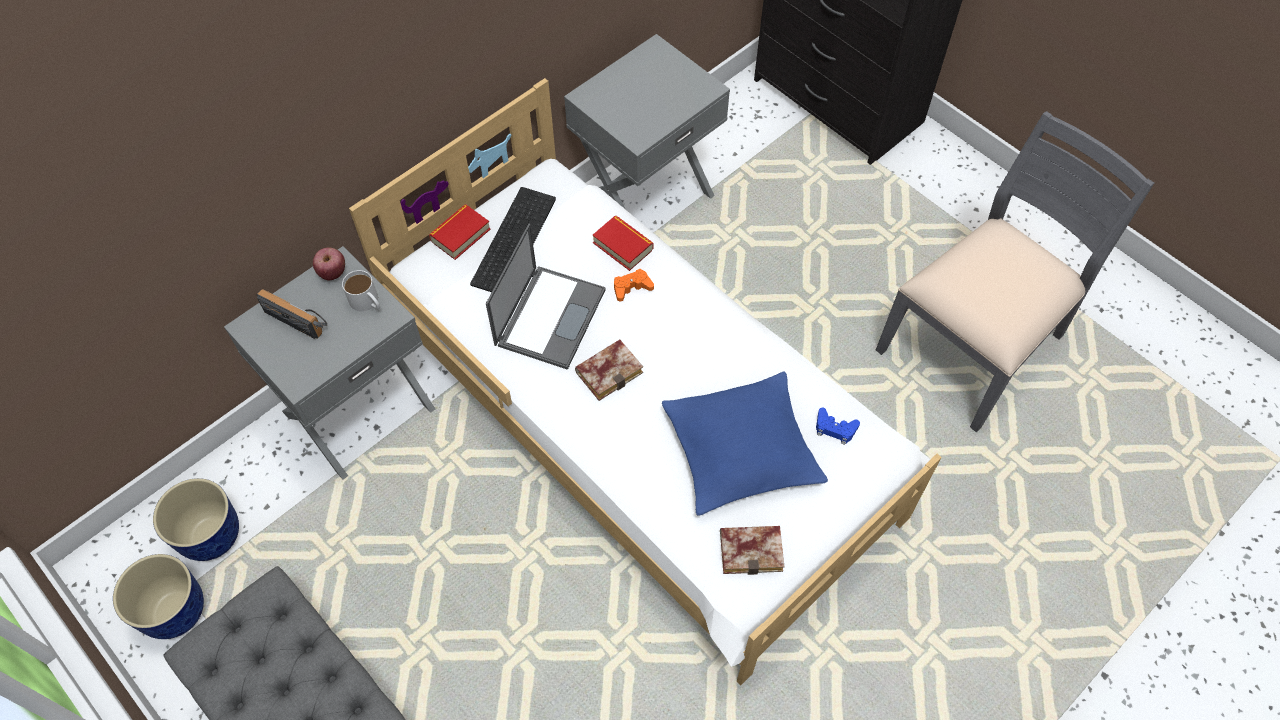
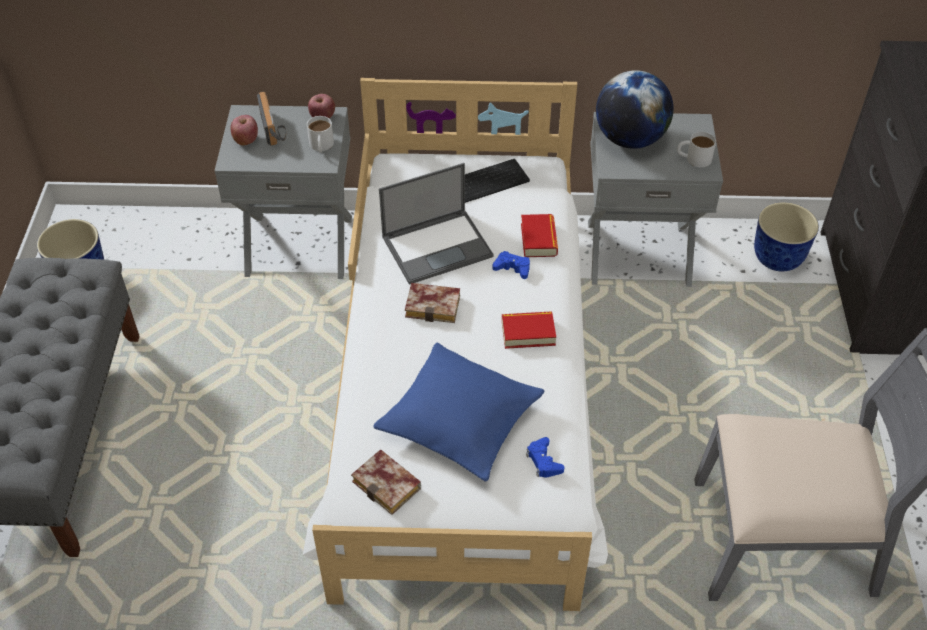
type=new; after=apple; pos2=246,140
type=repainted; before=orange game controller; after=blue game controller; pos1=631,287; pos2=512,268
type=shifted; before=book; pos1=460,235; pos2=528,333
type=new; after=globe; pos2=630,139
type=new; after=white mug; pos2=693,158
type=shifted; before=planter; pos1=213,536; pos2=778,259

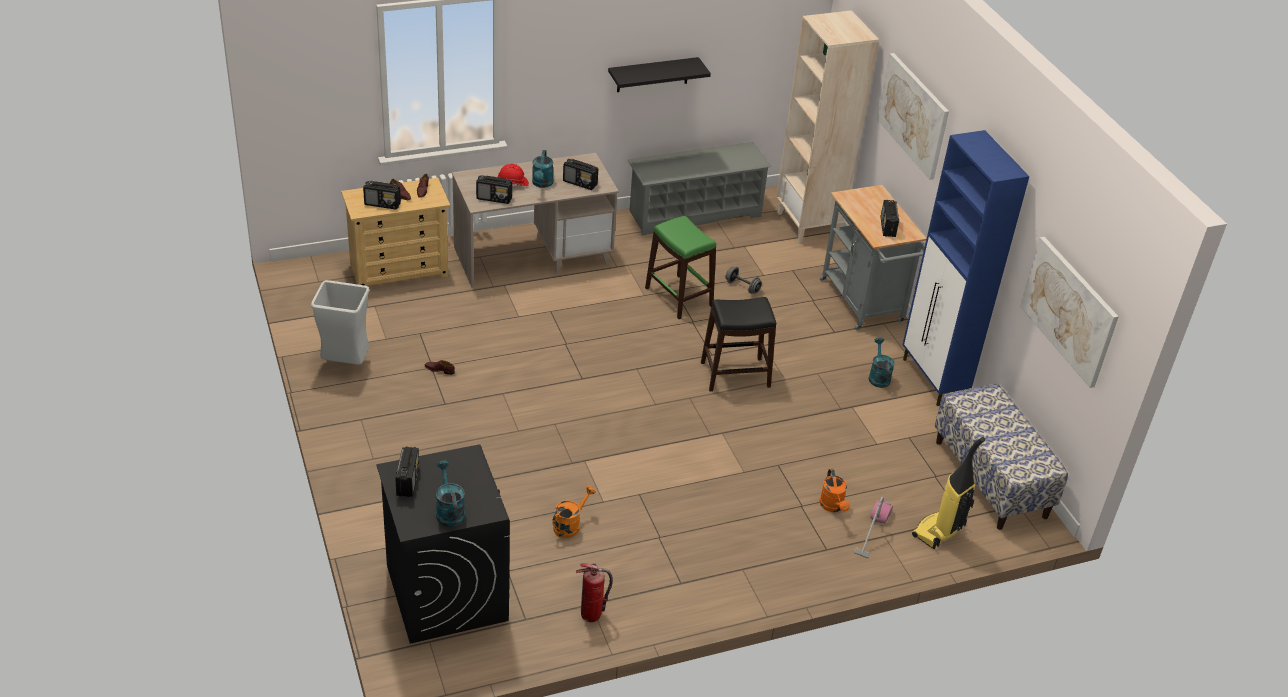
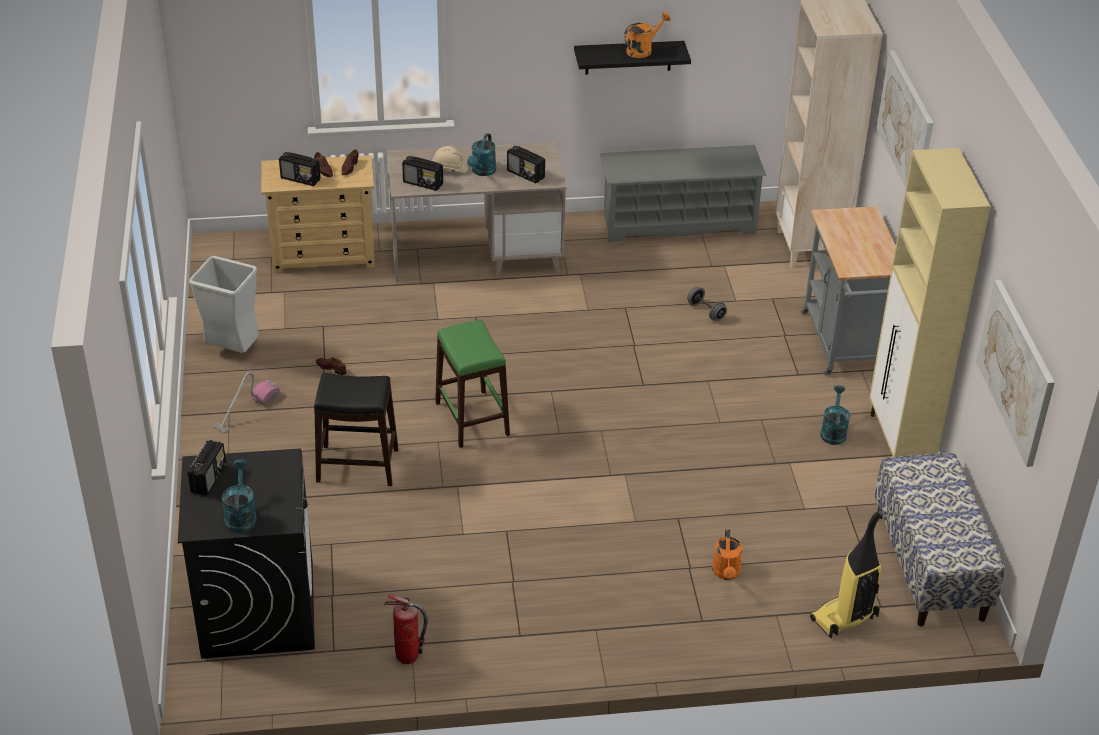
type=shifted; before=vacuum cleaner; pos1=872,531; pos2=246,410
type=shifted; before=black stool; pos1=735,375; pos2=358,466
type=repainted; before=red hard hat; after=beige hard hat; pos1=513,183; pos2=450,168
type=shifted; before=green stool; pos1=678,297; pos2=471,419
type=shifted; before=orange watering can; pos1=570,525; pos2=643,50
type=repainted; before=blue cabinet; after=beige cabinet; pos1=933,380; pos2=899,443
type=gone; before=radio; pos1=887,227

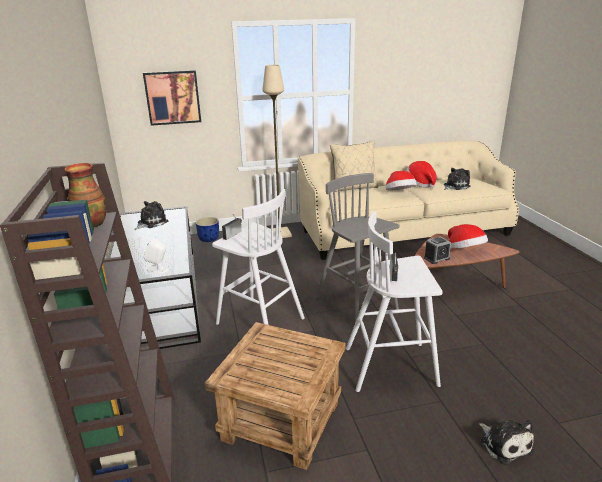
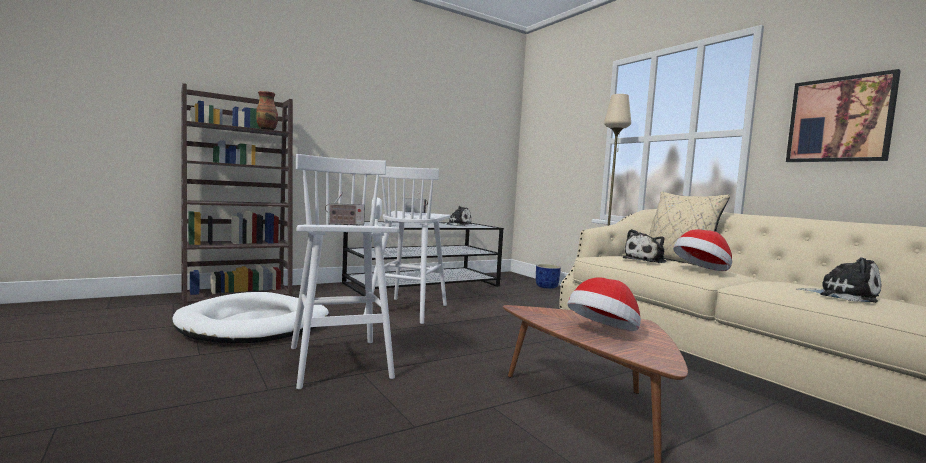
type=swapped; before=brown side table; after=white dog bed; pos1=281,419; pos2=256,324
type=shifted; before=plush toy; pos1=504,444; pos2=646,260
type=shifted; before=picture; pos1=173,97; pos2=839,120
type=gone; before=grey stool; pos1=357,304
type=gone; before=hat; pos1=420,184
type=gone; before=alarm clock; pos1=436,258

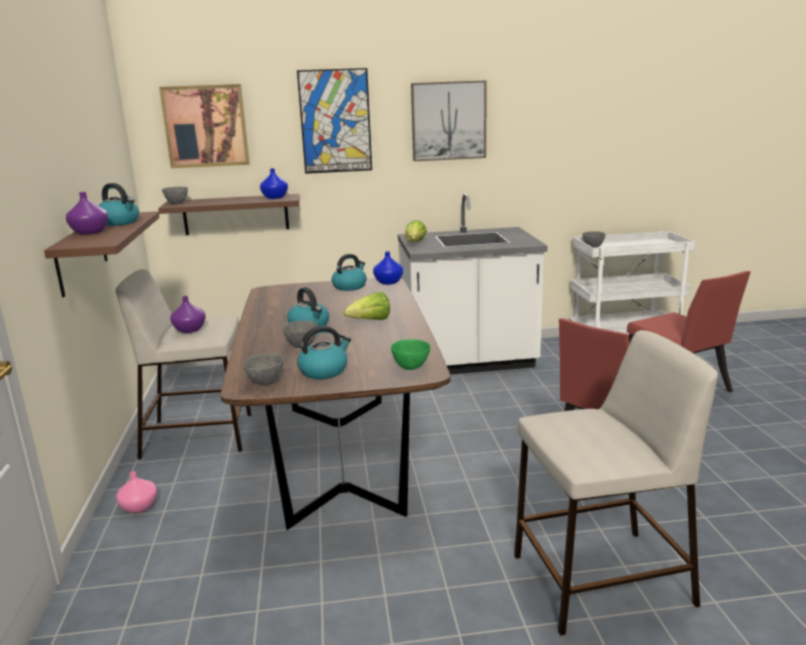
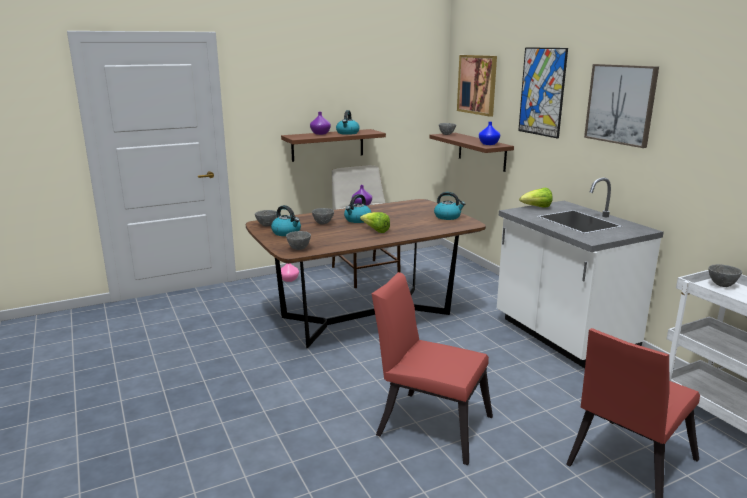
type=repainted; before=green bowl; after=grey bowl; pos1=411,367; pos2=299,249
type=gone; before=blue vase; pos1=388,282
type=gone; before=beige stool; pos1=600,580

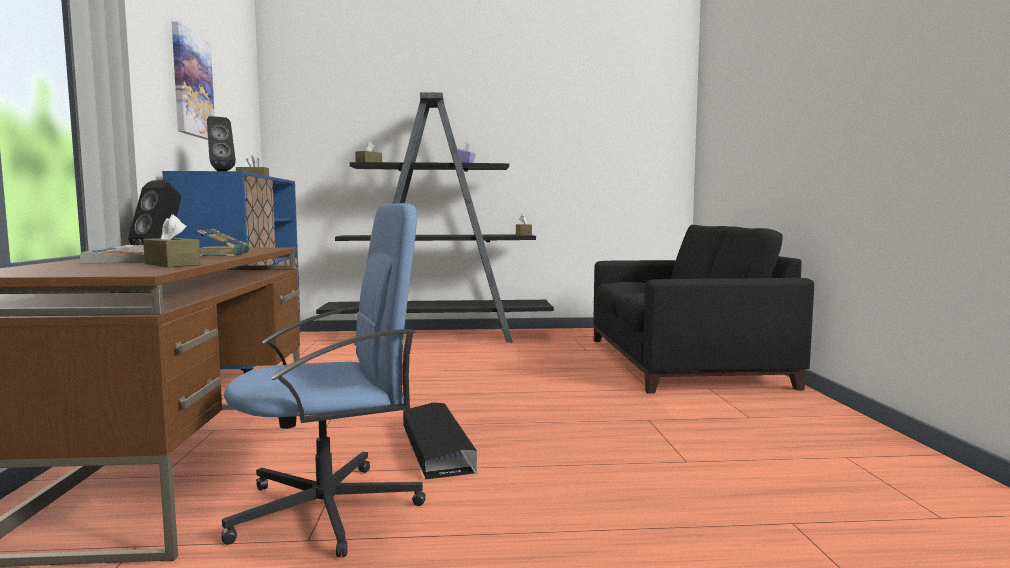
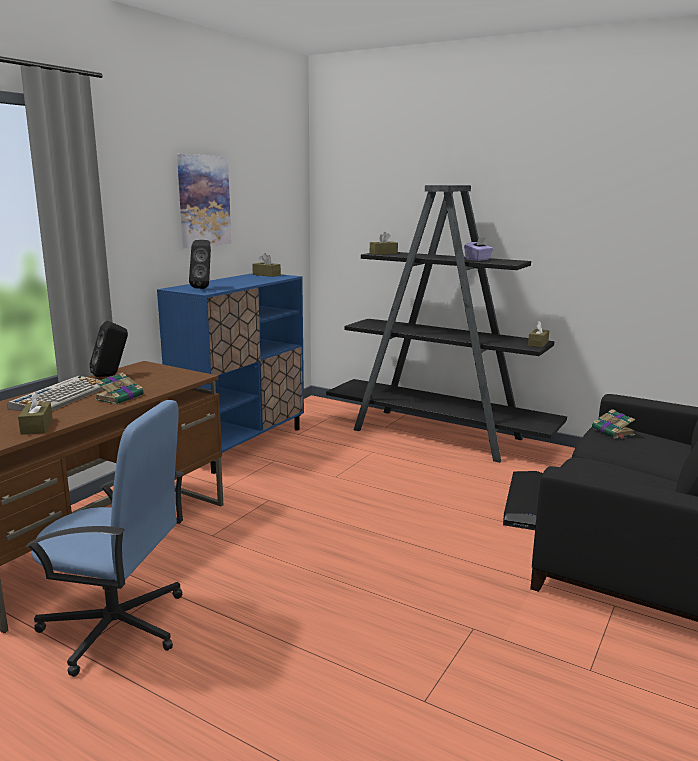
type=shifted; before=black storage box; pos1=436,447; pos2=524,504
type=new; after=book; pos2=613,432

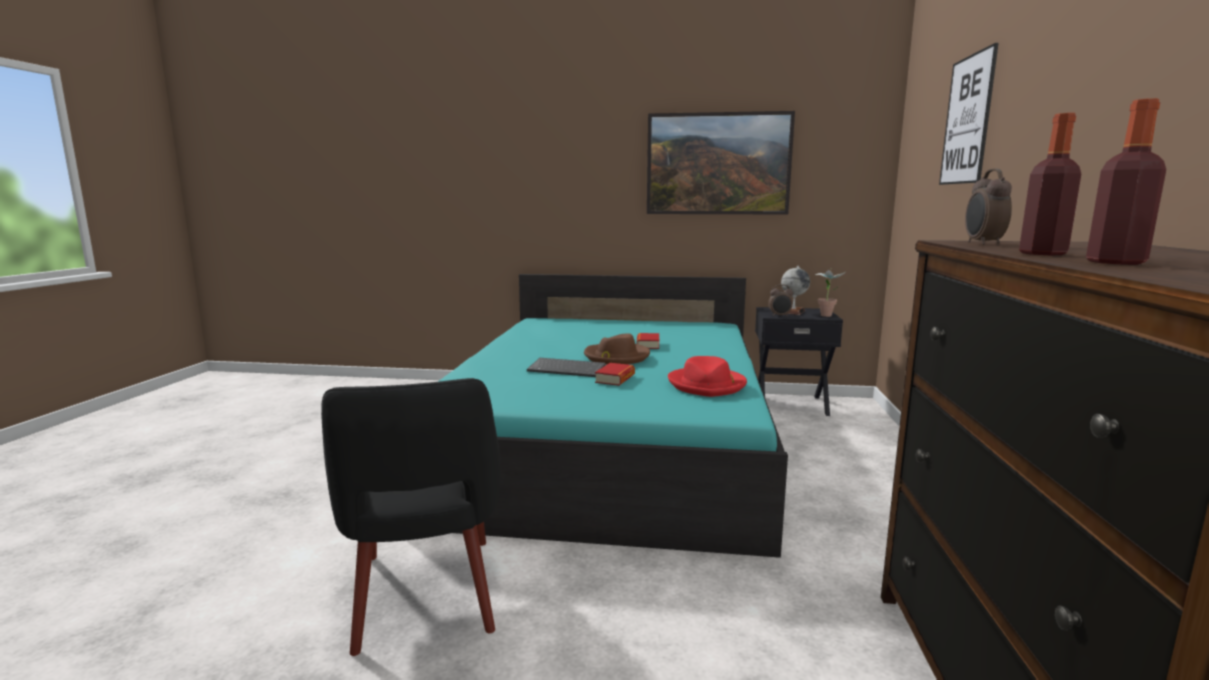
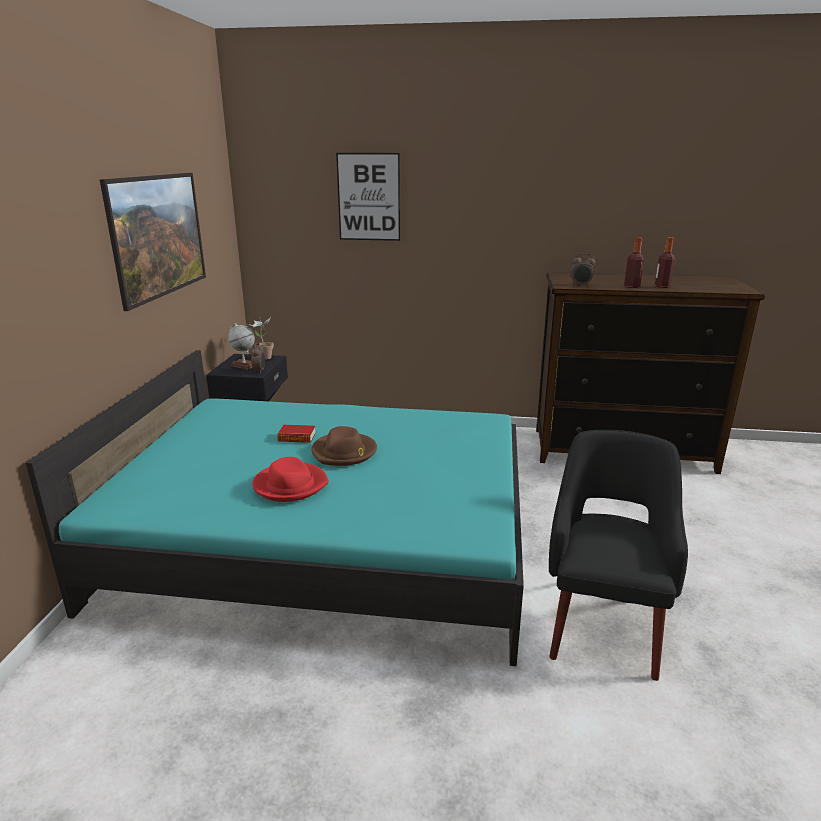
type=shifted; before=red hat; pos1=707,385; pos2=290,485
type=rotated; before=black armchair; pos1=425,595; pos2=603,621; turn=-60
type=gone; before=keyboard; pos1=567,369
type=gone; before=book; pos1=615,379

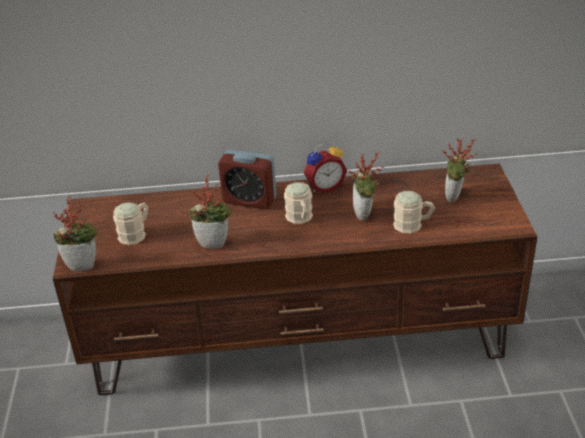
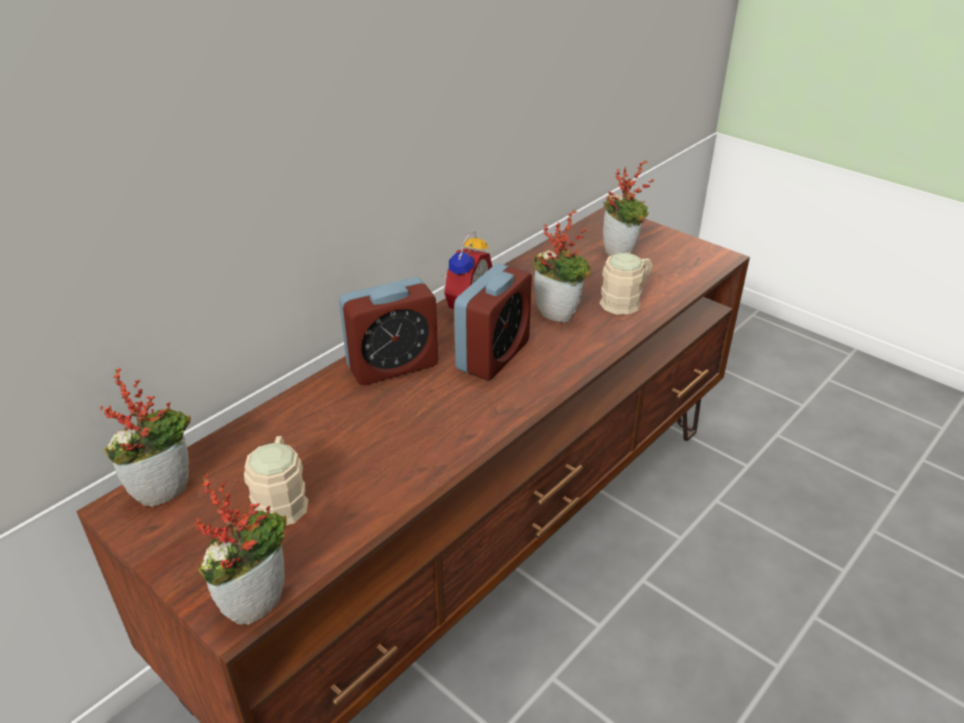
type=shifted; before=potted plant; pos1=214,243; pos2=165,489
type=swapped; before=beige mug; after=alarm clock; pos1=300,218; pos2=493,355

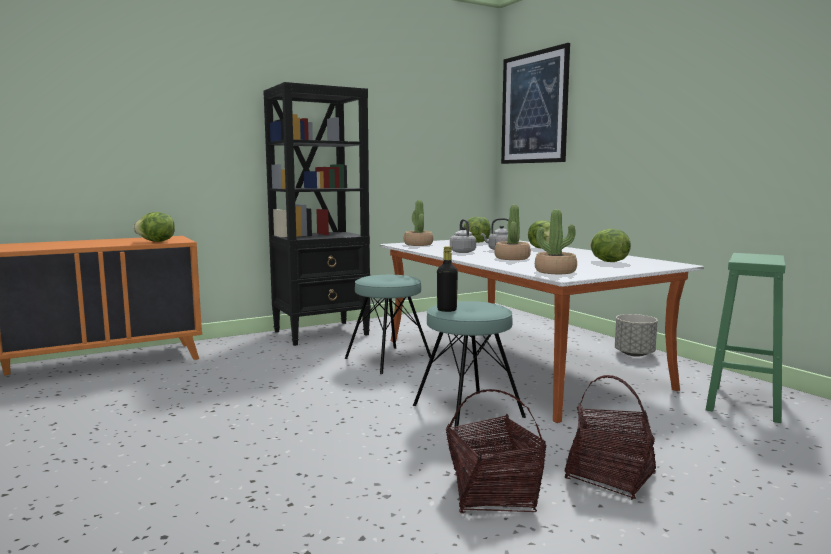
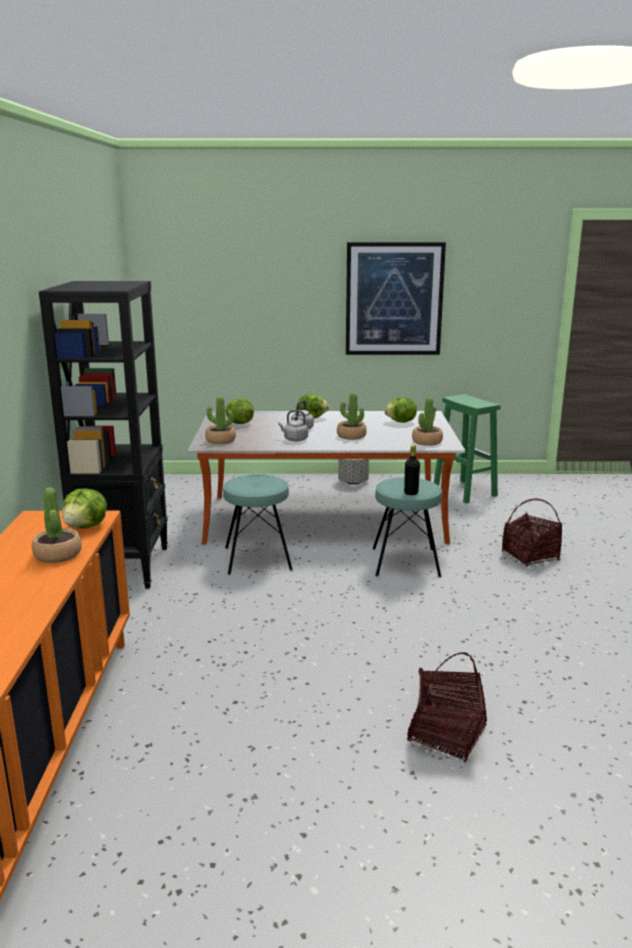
type=new; after=potted plant; pos2=58,554
type=shifted; before=picture; pos1=534,108; pos2=394,299
type=shifted; before=basket; pos1=492,494; pos2=446,734

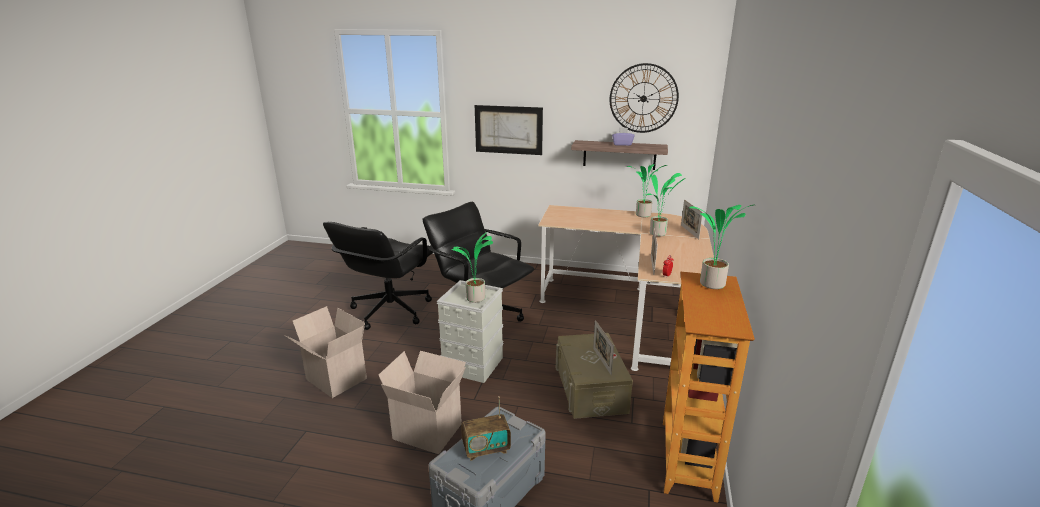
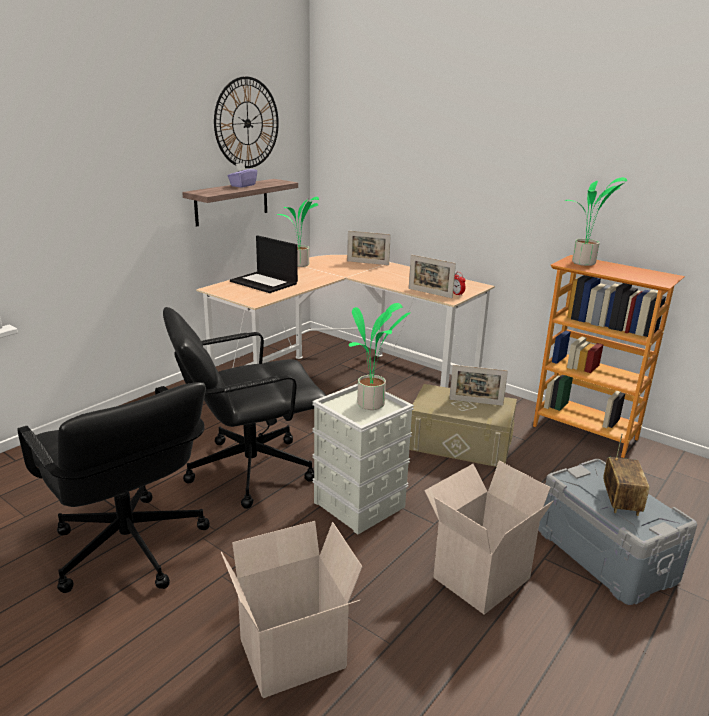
type=new; after=laptop; pos2=265,282
type=gone; before=picture; pos1=508,130
type=gone; before=potted plant; pos1=659,234

